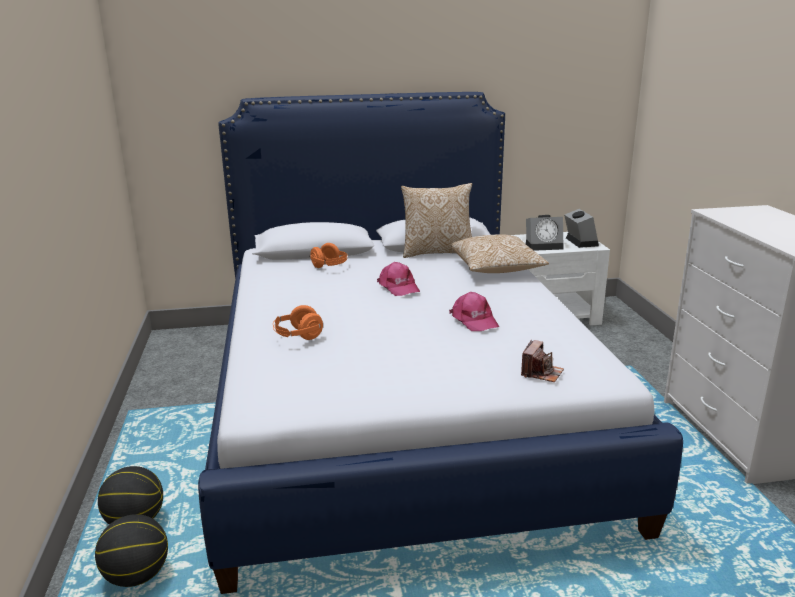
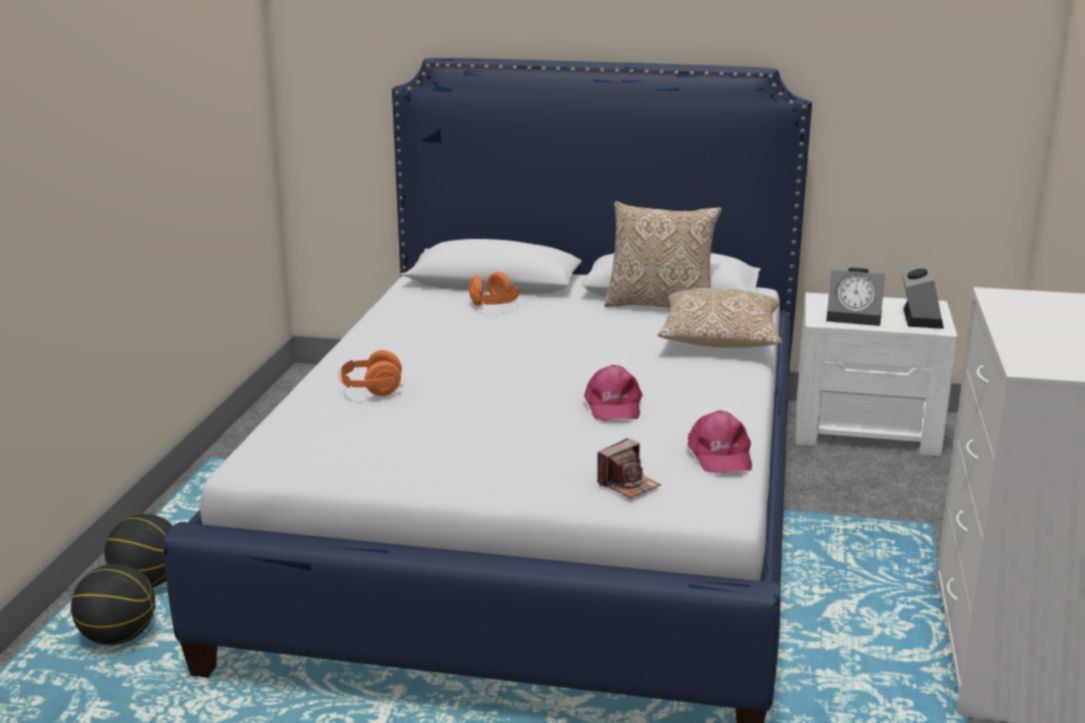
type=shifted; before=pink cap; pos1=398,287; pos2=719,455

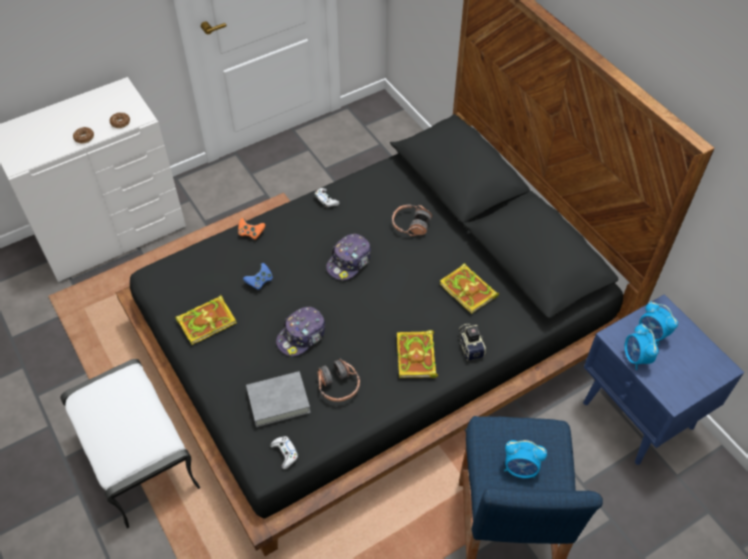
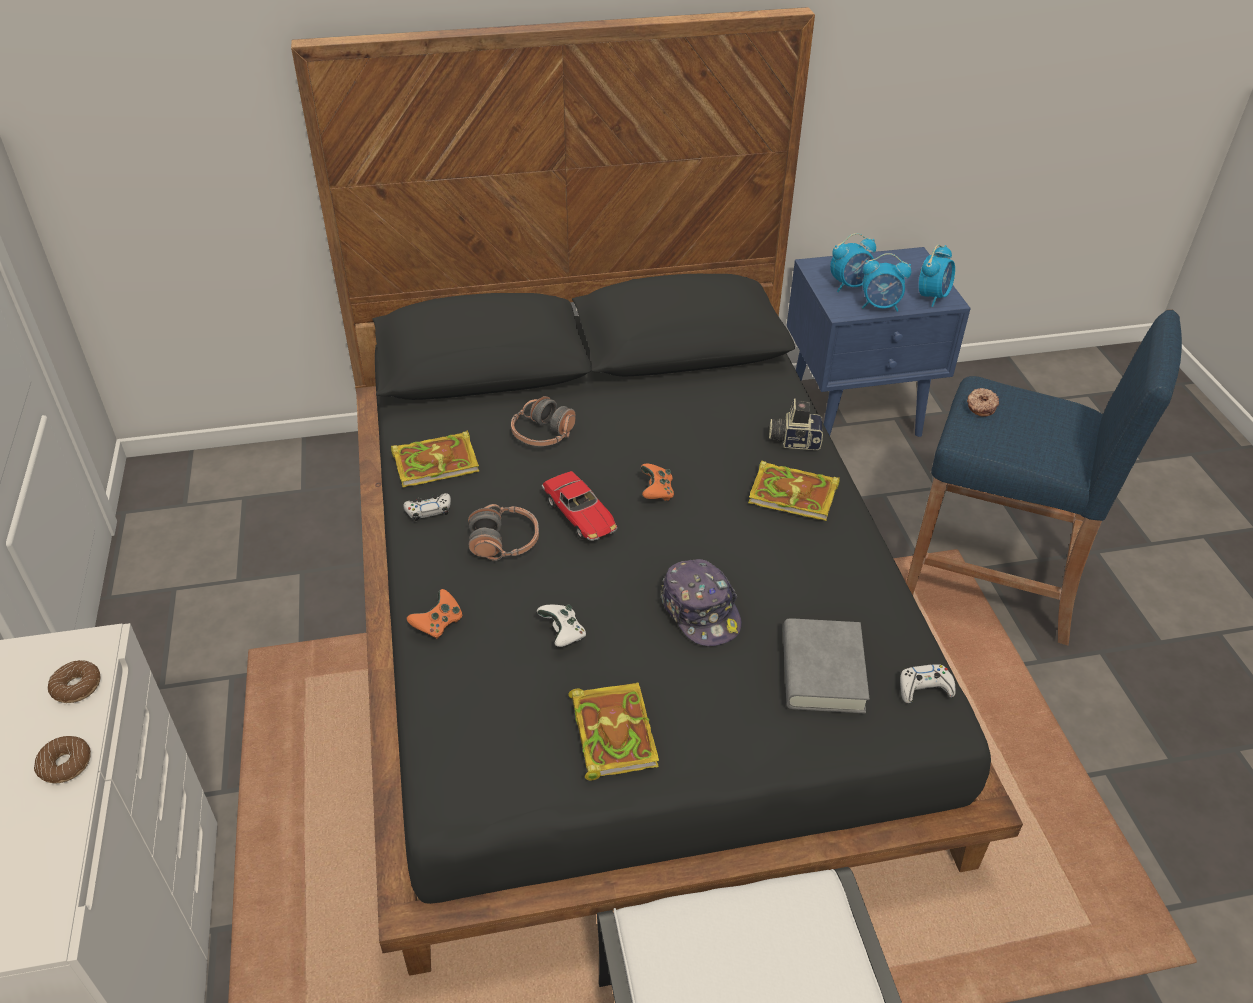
type=shifted; before=book; pos1=469,291; pos2=438,462
type=shifted; before=headphones; pos1=338,386; pos2=504,542
type=repainted; before=blue game controller; after=white game controller; pos1=259,281; pos2=563,634
type=swapped; before=cap; after=toy car; pos1=349,262; pos2=580,515
type=new; after=orange game controller; pos2=656,492
type=shifted; before=alarm clock; pos1=520,469; pos2=932,296
type=new; after=donut; pos2=980,406

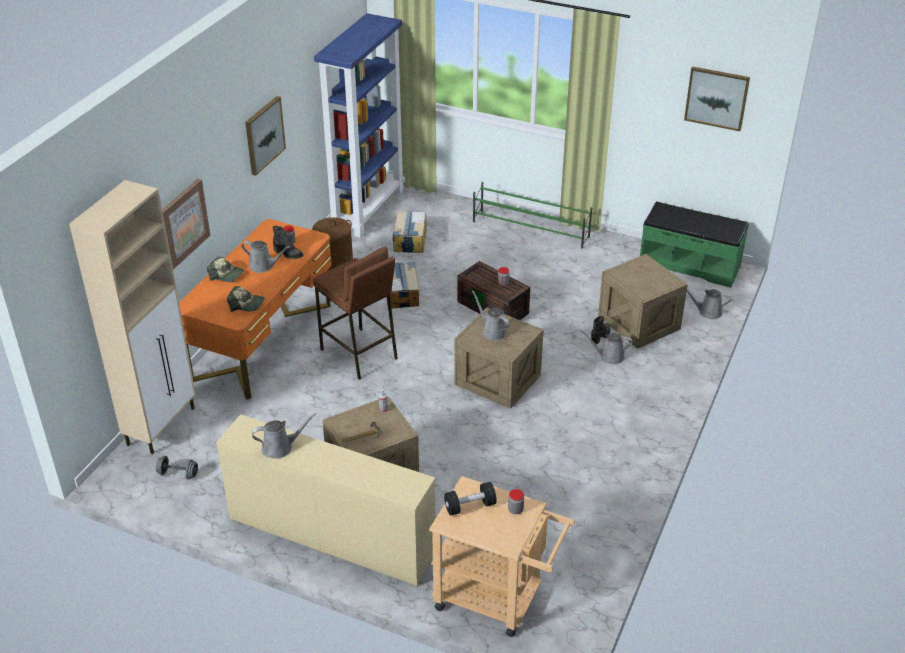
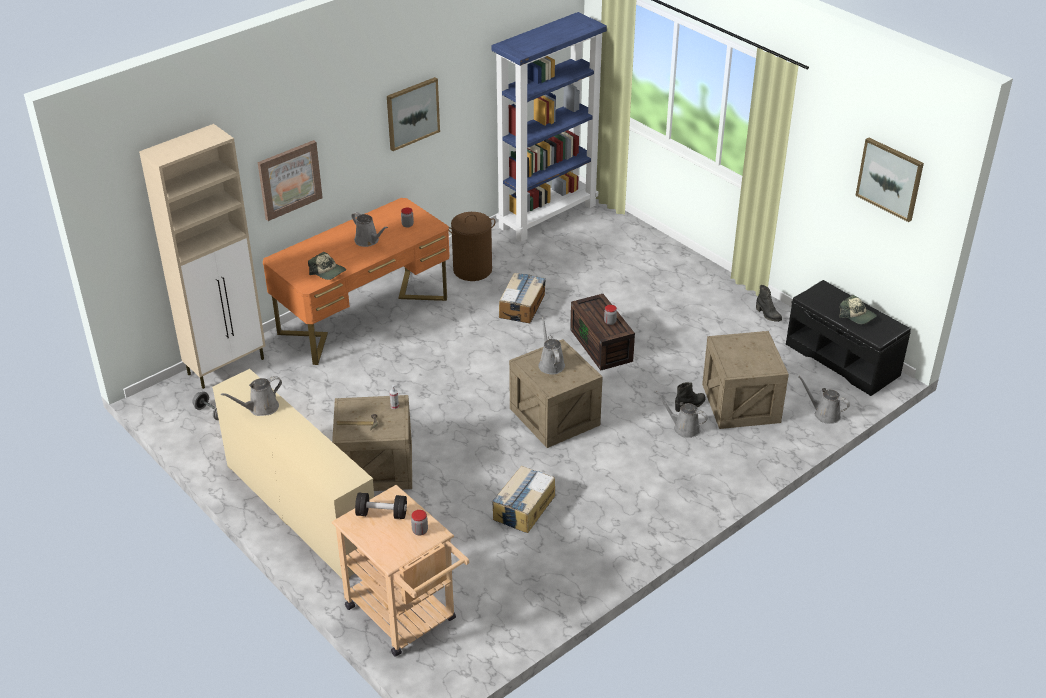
type=rotated; before=grey watering can; pos1=280,447; pos2=261,408; turn=135
type=shifted; before=cardboard box; pos1=410,239; pos2=523,507
type=shifted; before=black boot; pos1=288,254; pos2=768,315
type=repainted; before=green bench; after=black bench; pos1=689,264; pos2=842,359
type=shifted; before=cap; pos1=226,275; pos2=857,316
type=gone; before=brown stool; pos1=359,354
type=gone; before=green shoe rack; pos1=531,229

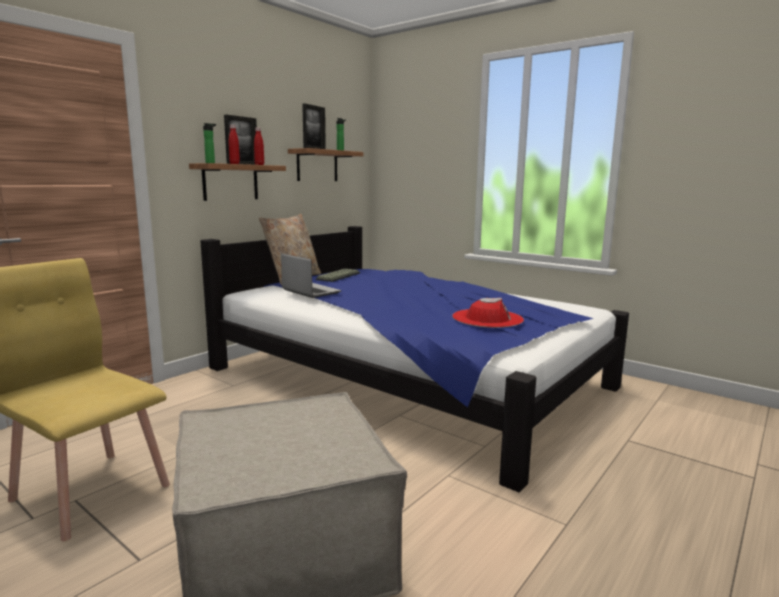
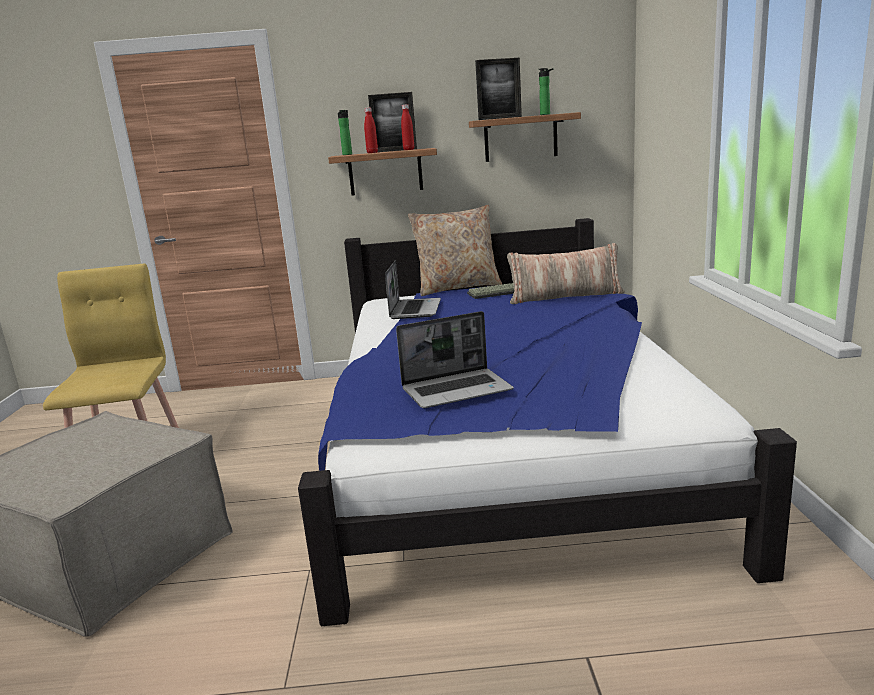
type=swapped; before=red hat; after=laptop; pos1=487,318; pos2=457,390
type=new; after=pillow; pos2=565,297

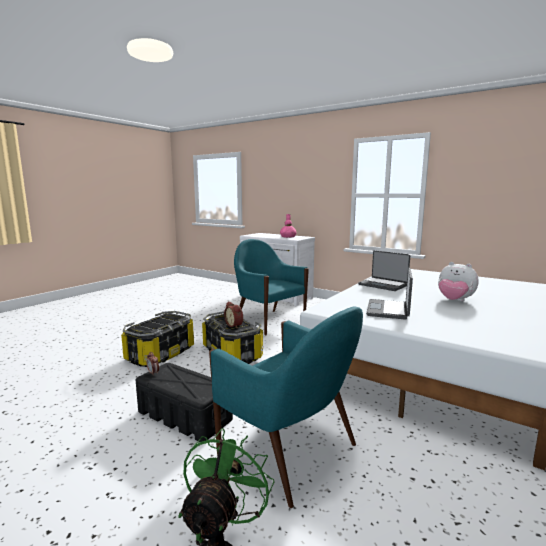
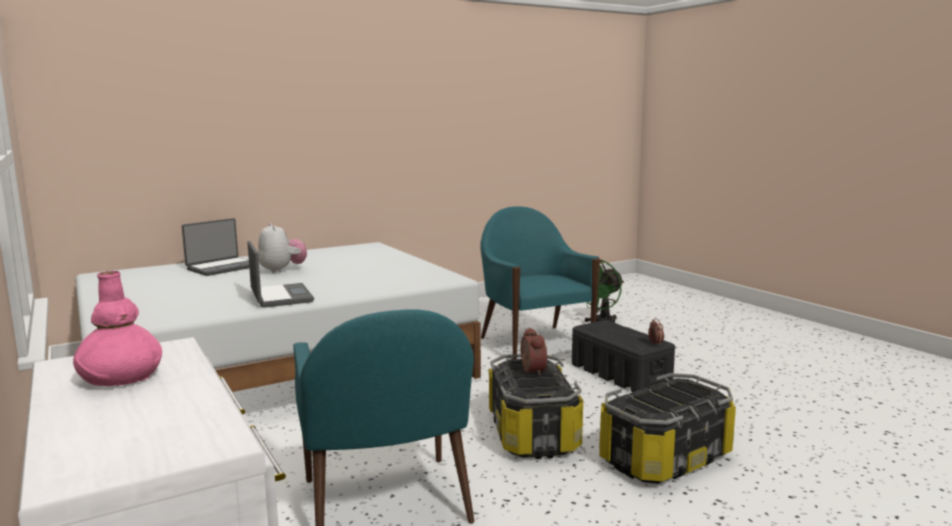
type=shifted; before=laptop; pos1=389,310; pos2=222,268

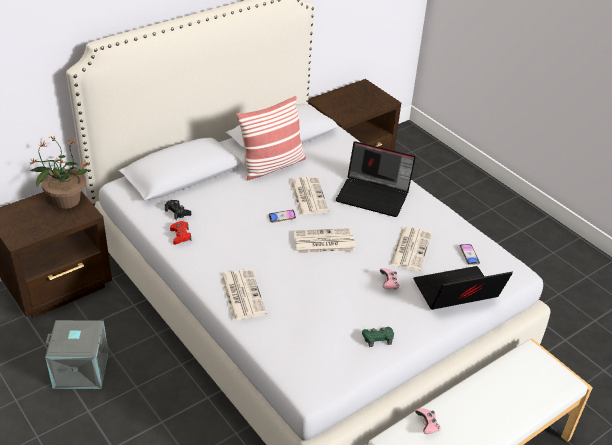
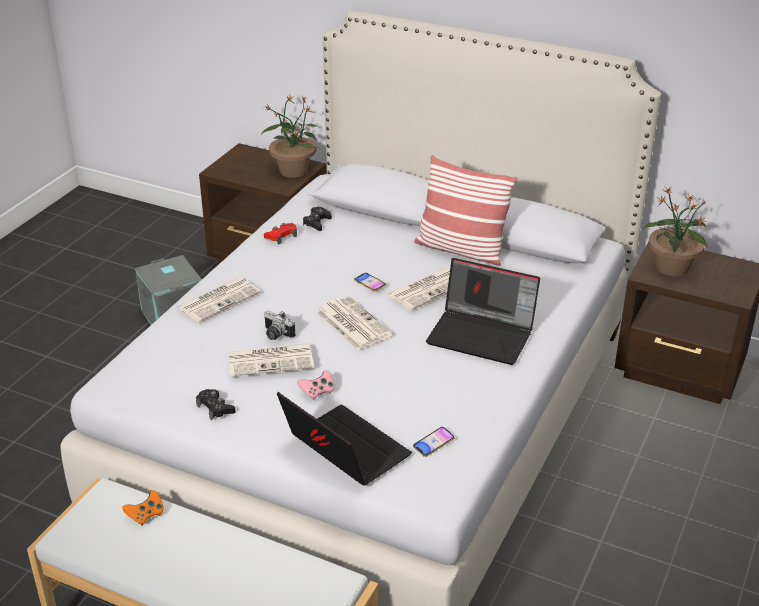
type=repainted; before=pink game controller; after=orange game controller; pos1=427,426; pos2=146,515
type=repainted; before=green game controller; after=black game controller; pos1=377,338; pos2=215,408
type=shifted; before=newspaper; pos1=410,249; pos2=271,360
type=new; after=photo camera; pos2=276,335
type=rotated; before=laptop; pos1=374,195; pos2=483,335; turn=-60
type=new; after=potted plant; pos2=671,268

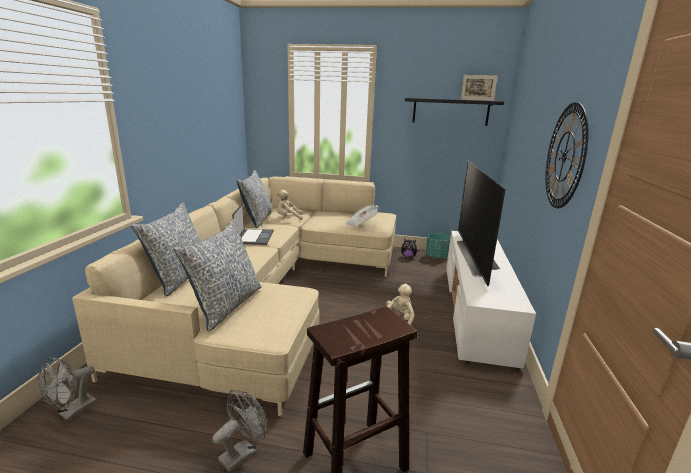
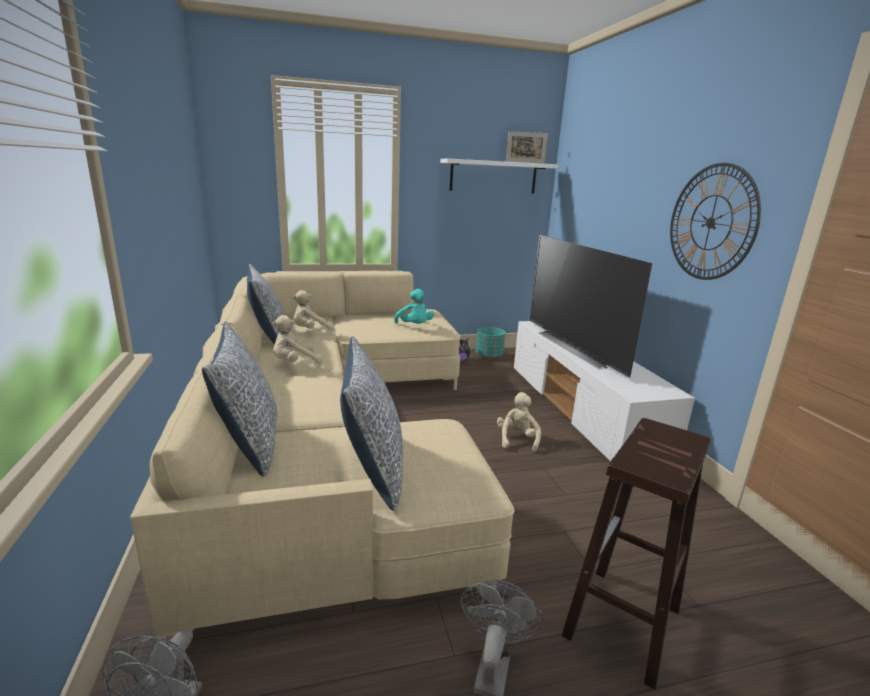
type=swapped; before=laptop; after=beige plush toy; pos1=254,237; pos2=295,363
type=swapped; before=newspaper; after=turquoise plush toy; pos1=361,224; pos2=414,326
type=repainted; before=black shelf; after=white shelf; pos1=450,111; pos2=493,176

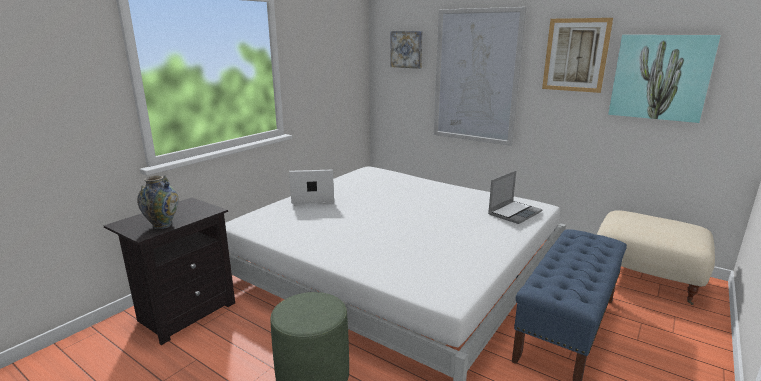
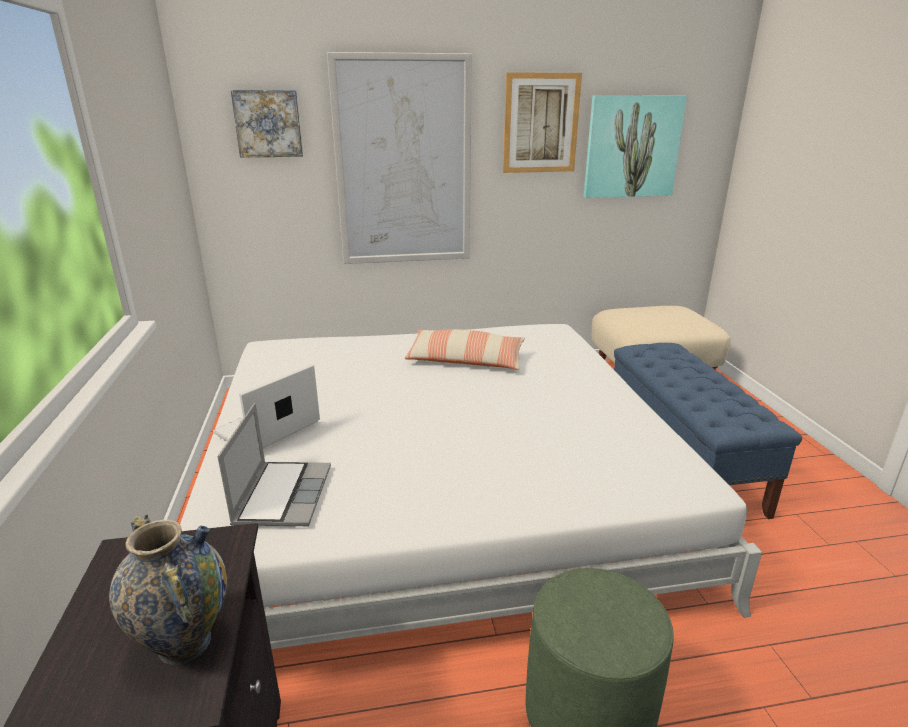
type=shifted; before=laptop; pos1=514,213; pos2=282,495
type=new; after=pillow; pos2=465,361

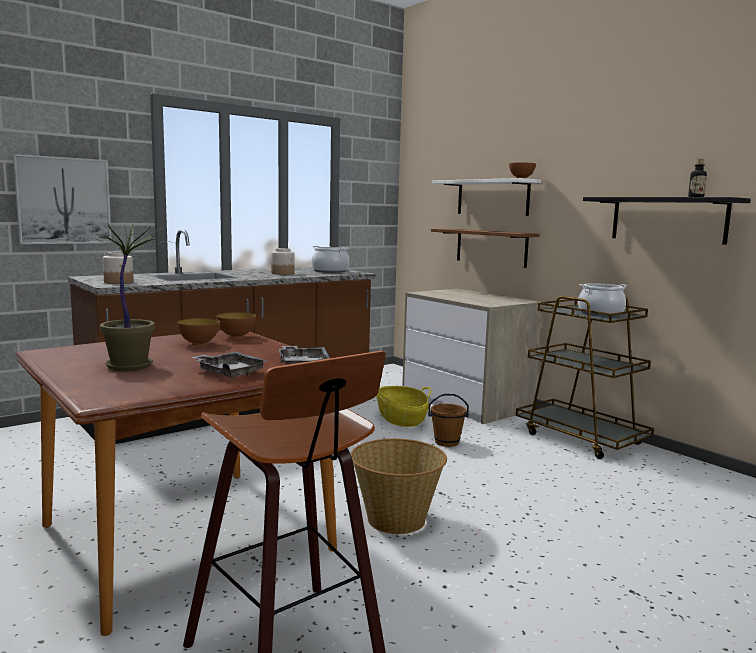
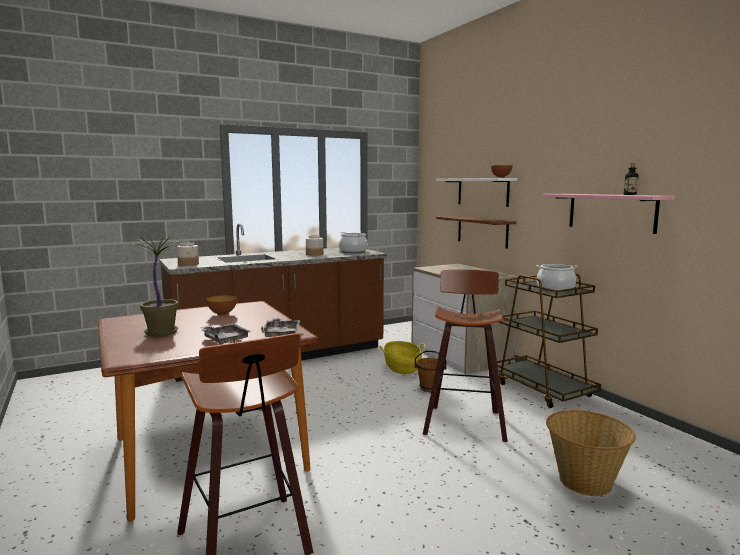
type=new; after=stool; pos2=464,421
type=repainted; before=black shelf; after=pink shelf; pos1=668,219; pos2=611,212
type=shifted; before=basket; pos1=396,519; pos2=585,481
type=gone; before=picture; pos1=63,200
type=gone; before=bowl; pos1=236,337

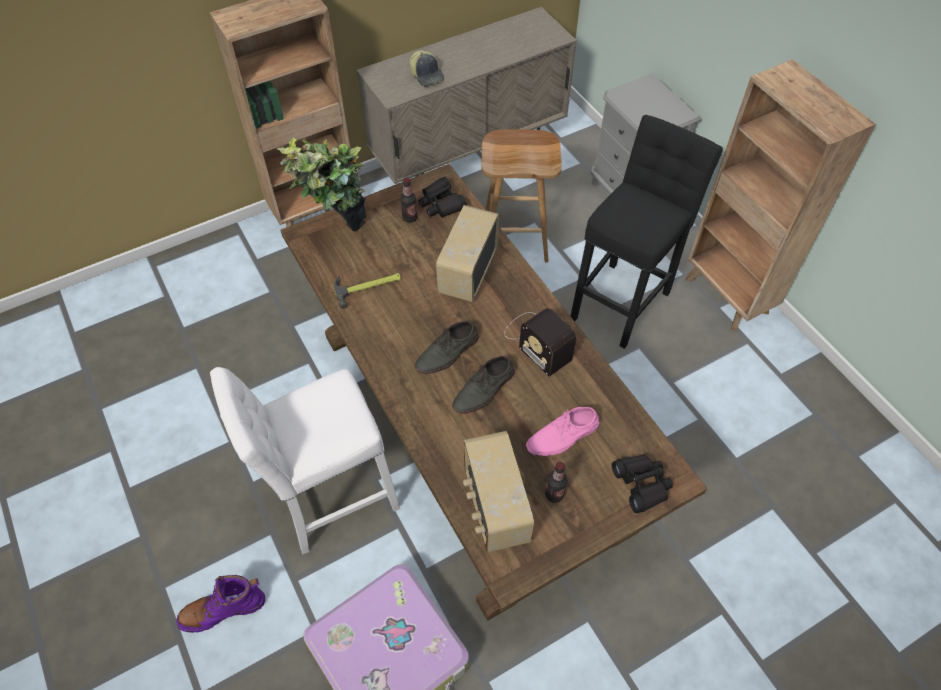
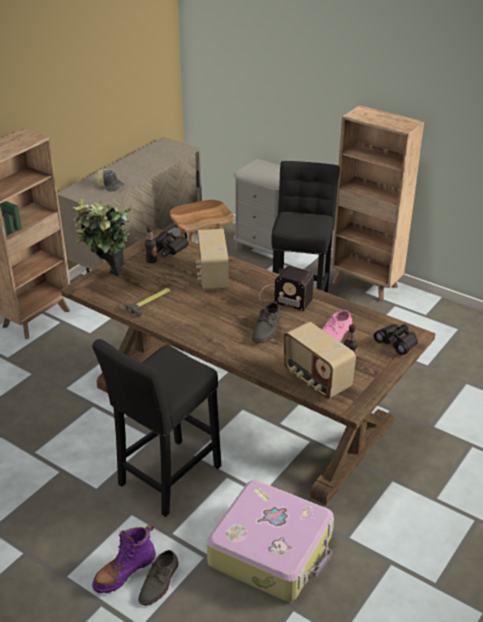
type=repainted; before=white stool; after=black stool; pos1=331,501; pos2=166,479
type=shifted; before=grey shoe; pos1=447,353; pos2=159,582

